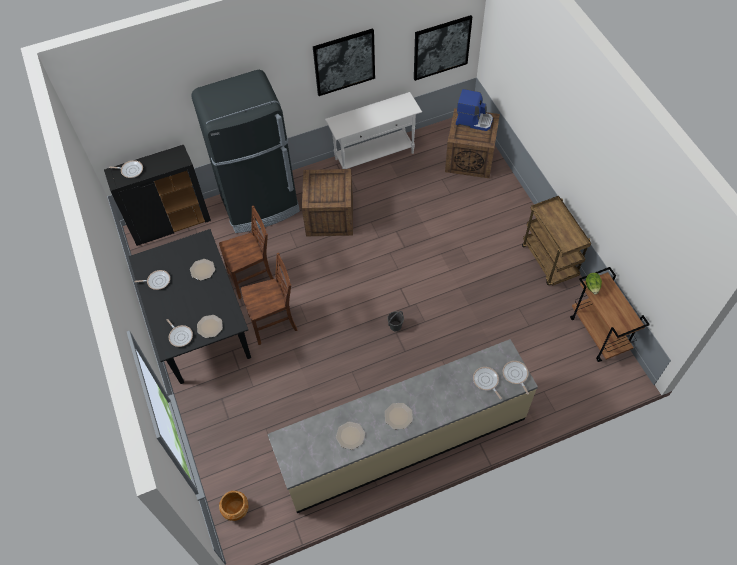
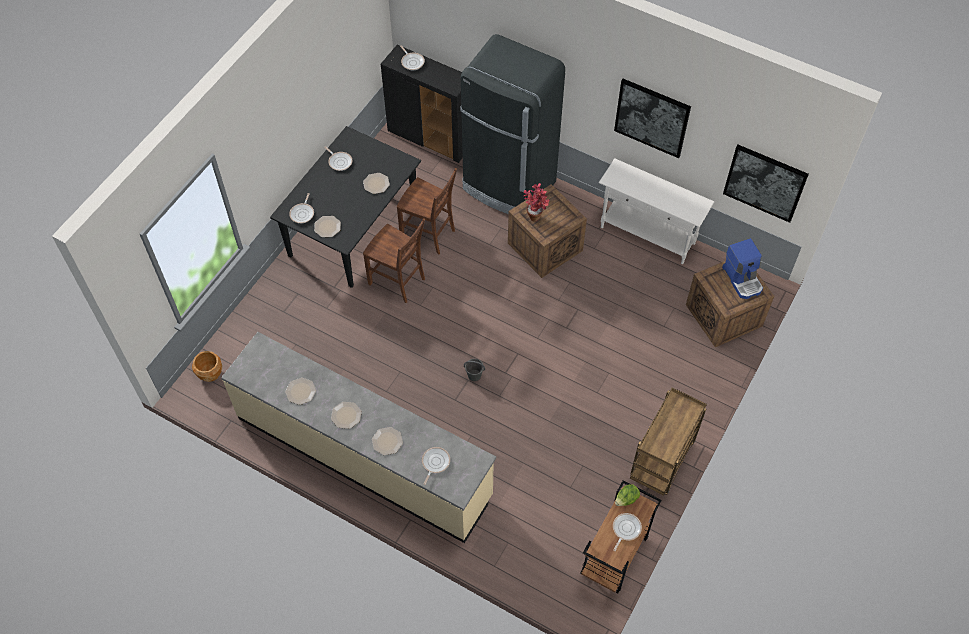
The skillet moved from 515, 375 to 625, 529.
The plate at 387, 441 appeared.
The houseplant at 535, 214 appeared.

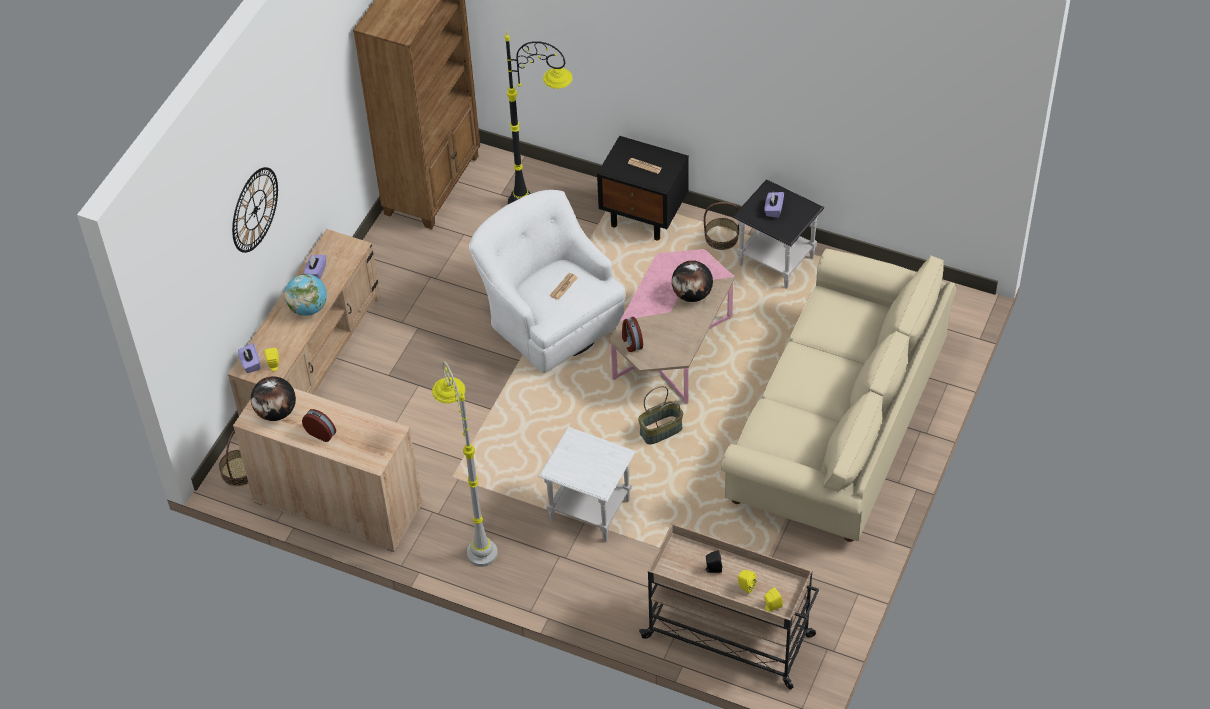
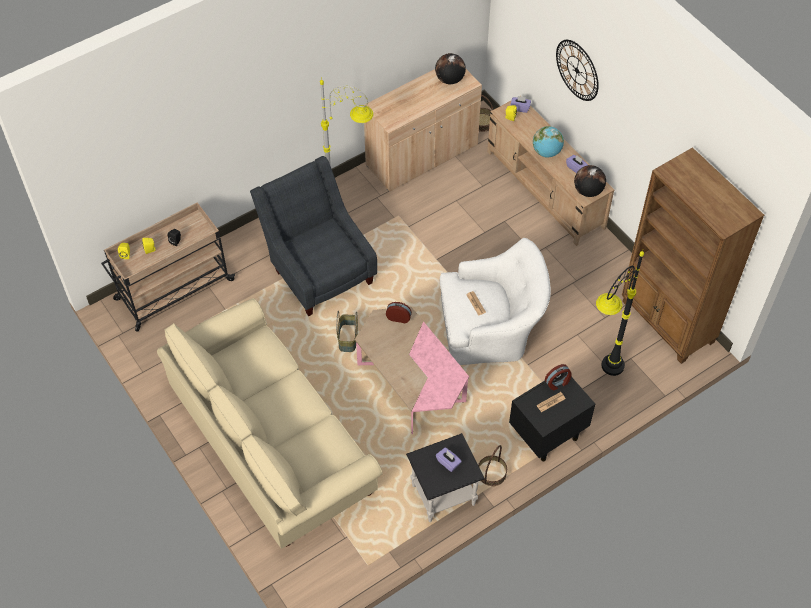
The bedside clock moved from 321, 433 to 557, 383.
The white side table at 589, 510 was replaced by the gray armchair at 318, 269.
The world globe moved from 692, 295 to 588, 191.

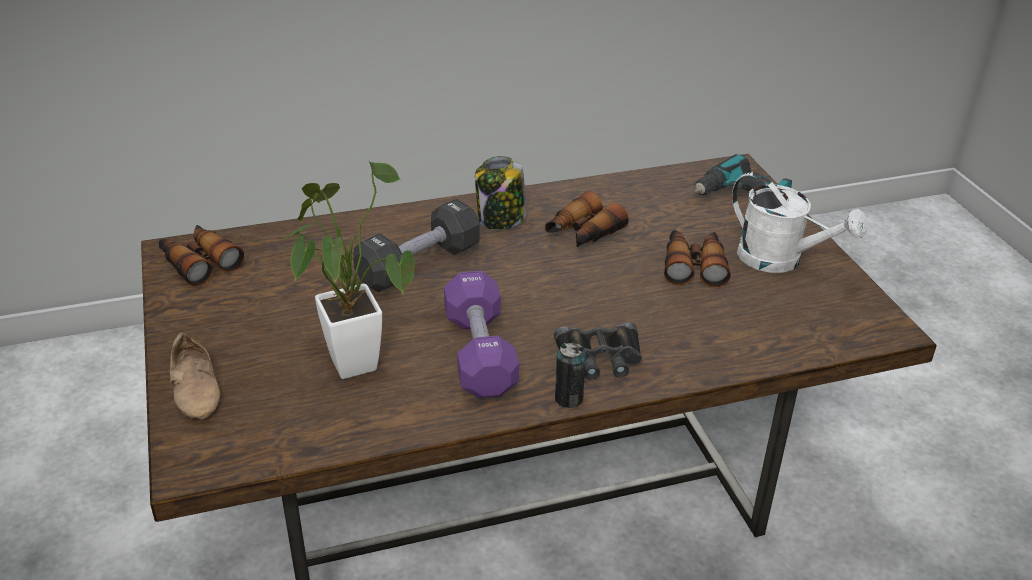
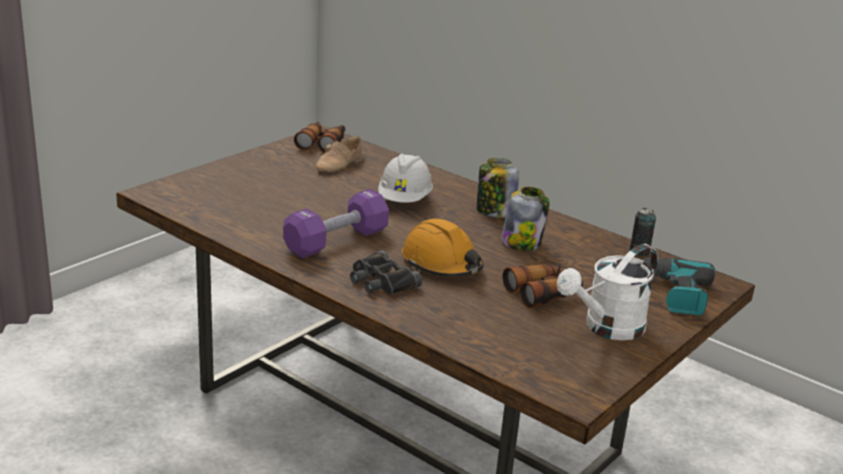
The beige shoe moved from 198, 387 to 341, 164.
The houseplant at 351, 357 disappeared.
The blackish hand weight at 419, 264 was replaced by the white work helmet at 404, 200.
The binoculars at 582, 233 was replaced by the storage jar at 521, 243.
The can moved from 568, 399 to 639, 252.
The white watering pot at 780, 260 turned 45 degrees clockwise.
The orange-coloured work helmet at 442, 264 appeared.

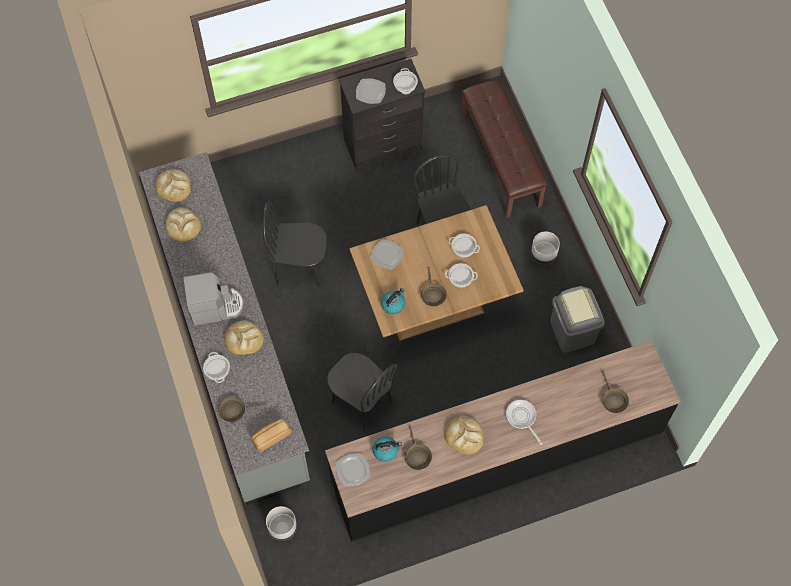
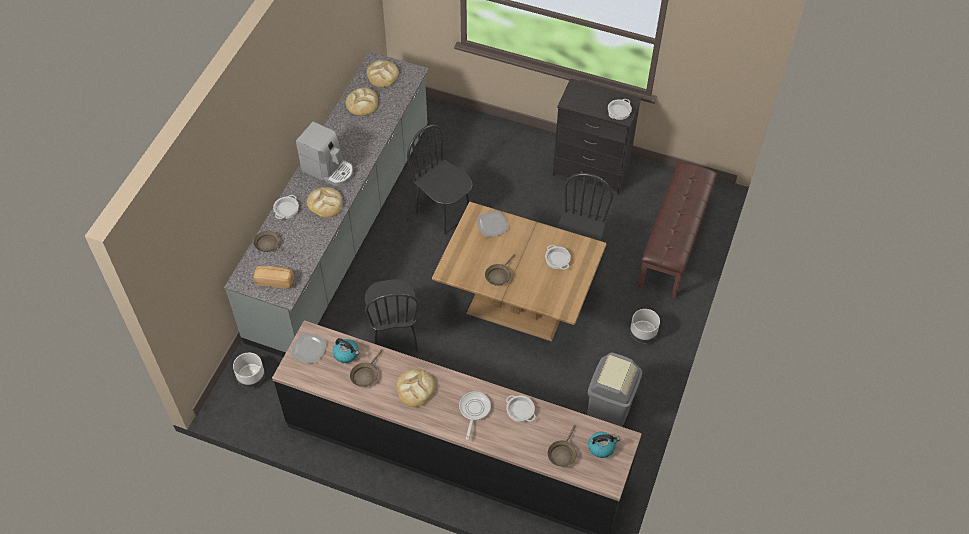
The plate at 370, 92 disappeared.
The kettle moved from 393, 304 to 601, 447.
The stockpot moved from 460, 277 to 520, 410.

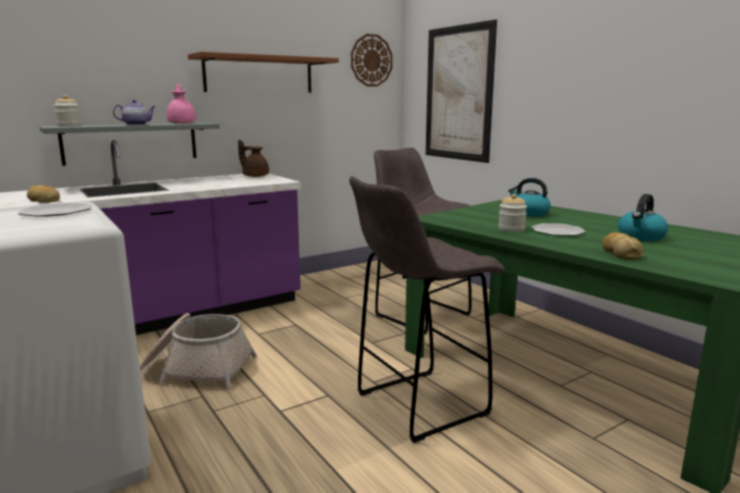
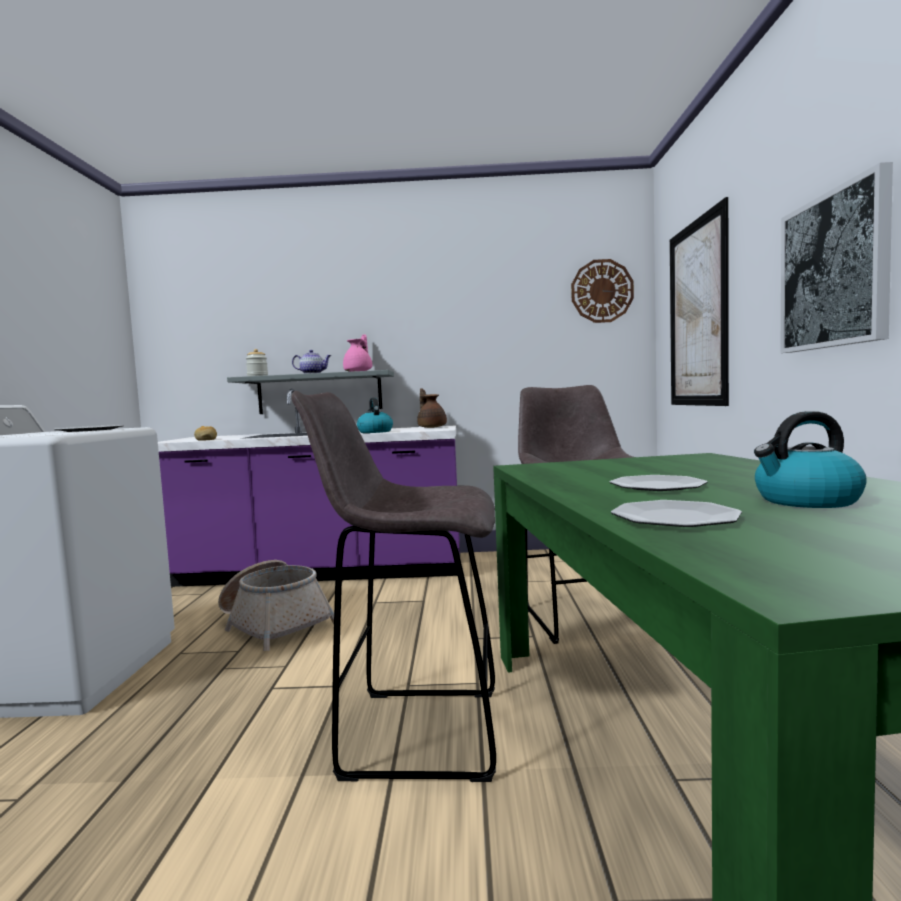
The brown bracket shelf at 259, 75 disappeared.
The storage jar at 511, 229 disappeared.
The kettle moved from 529, 213 to 374, 432.
The bread at 621, 253 was replaced by the plate at 674, 518.
The wall art at 834, 271 appeared.

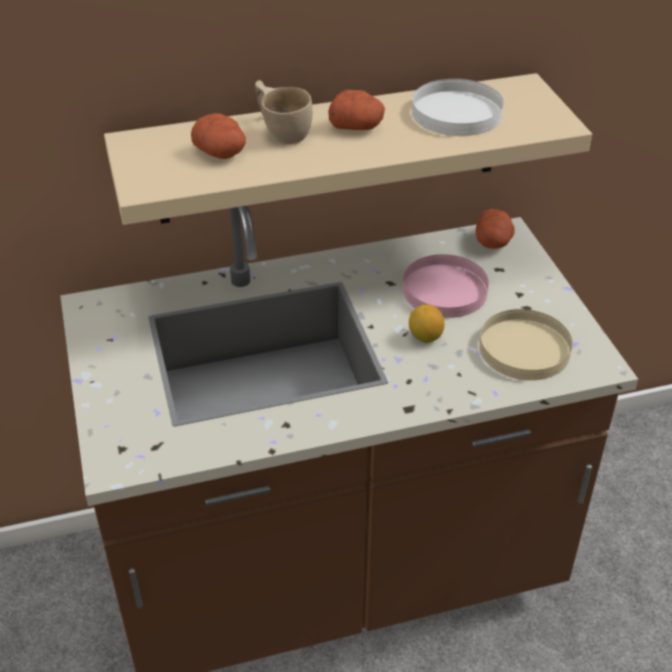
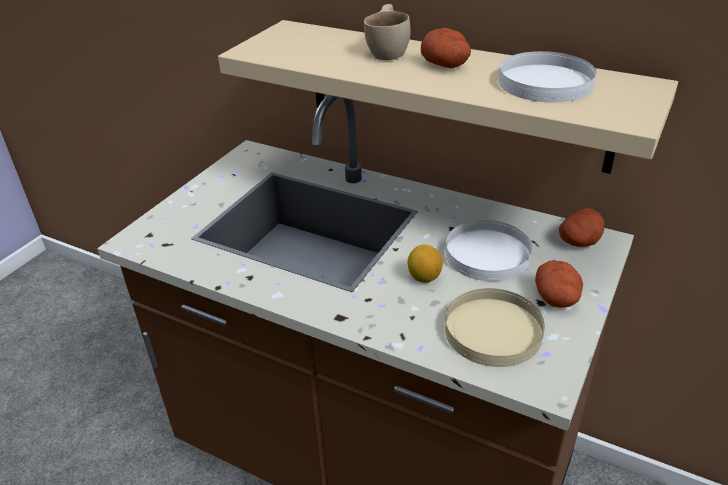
The potato moved from 221, 153 to 557, 298.
The pink-coloured plate at 445, 290 became the white plate at 488, 254.

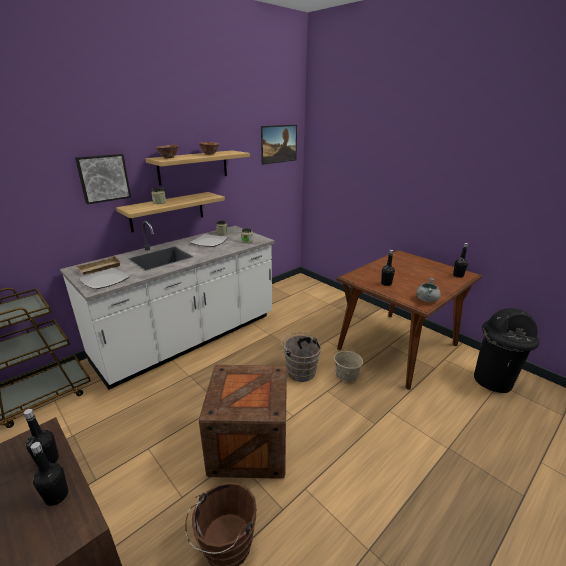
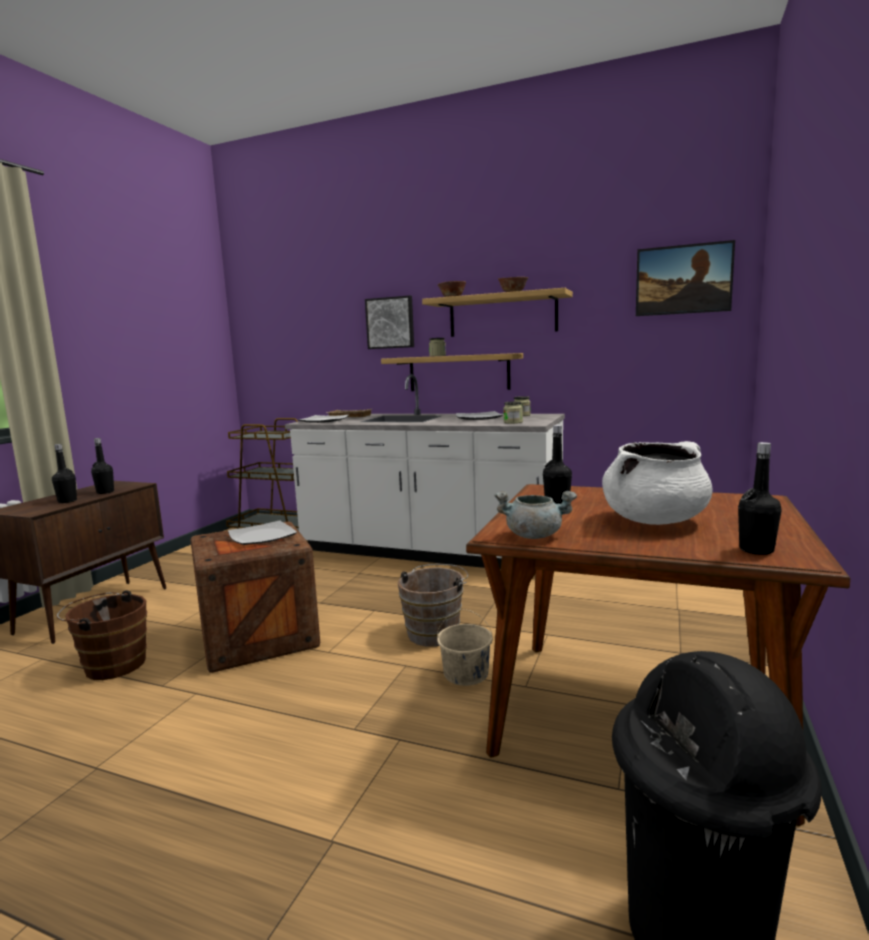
The plate at 263, 536 appeared.
The white stockpot at 654, 520 appeared.

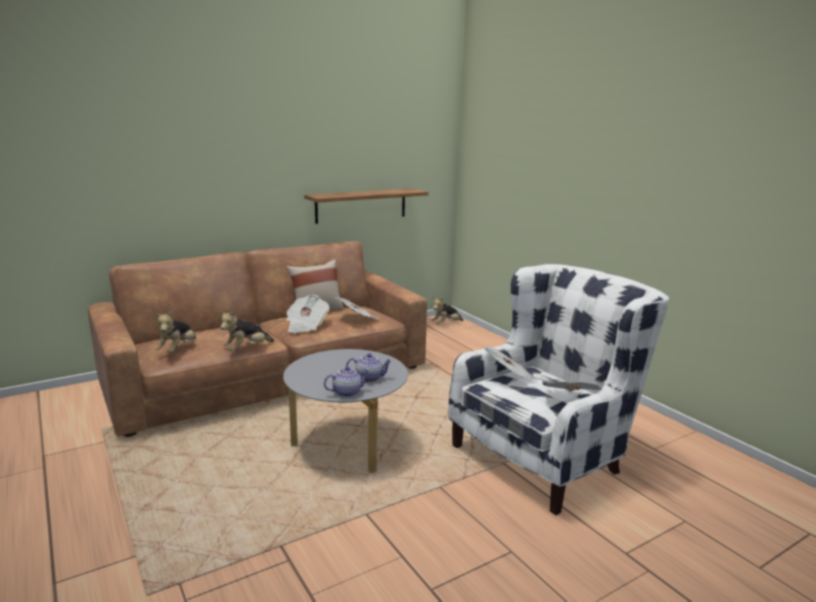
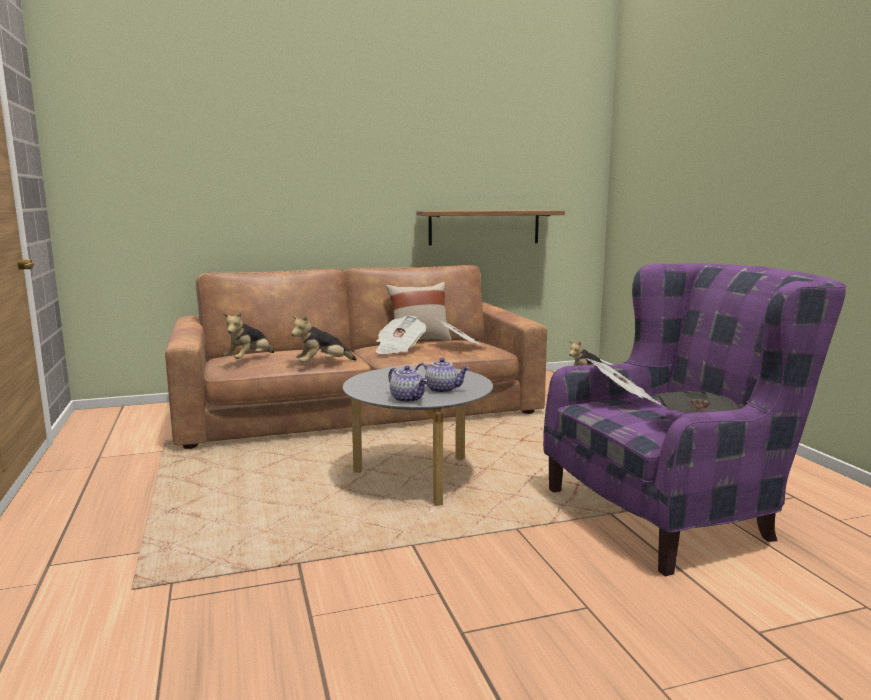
The tea pot at 347, 392 turned 60 degrees clockwise.
The white armchair at 547, 455 became the purple-coloured armchair at 675, 512.

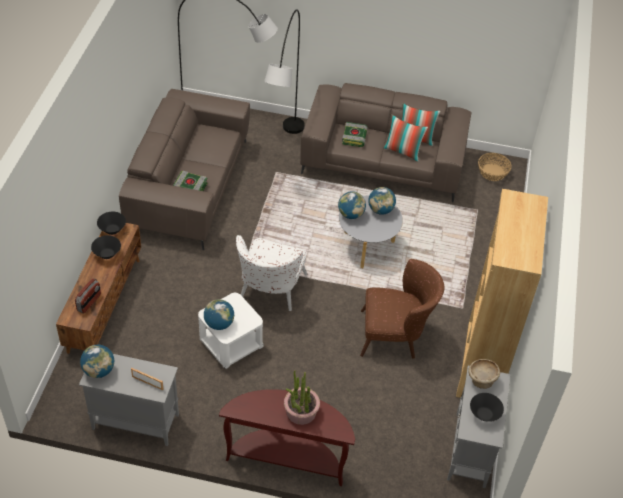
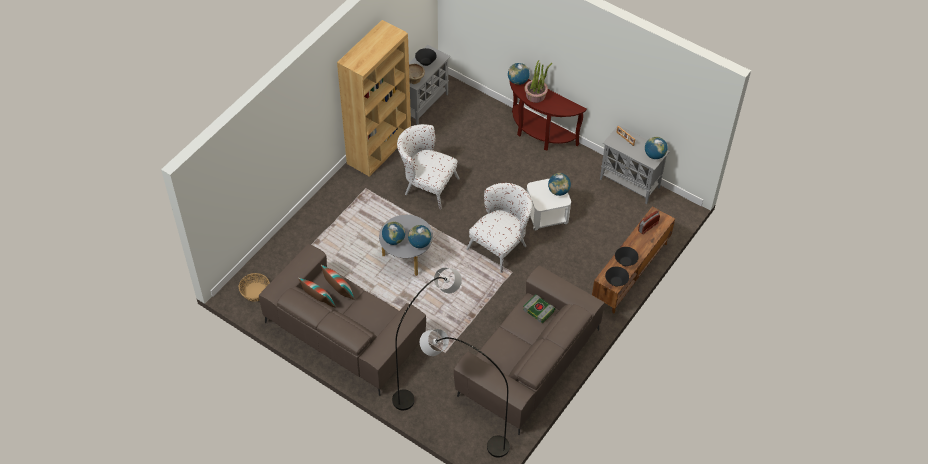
The bound book at 354, 138 disappeared.
The brown armchair at 395, 335 became the white armchair at 426, 184.
The world globe at 518, 81 appeared.

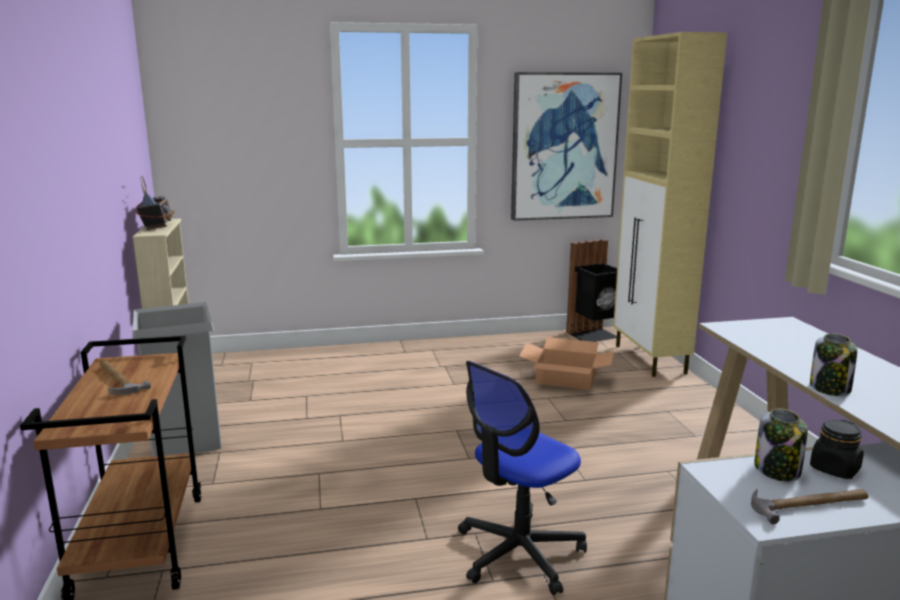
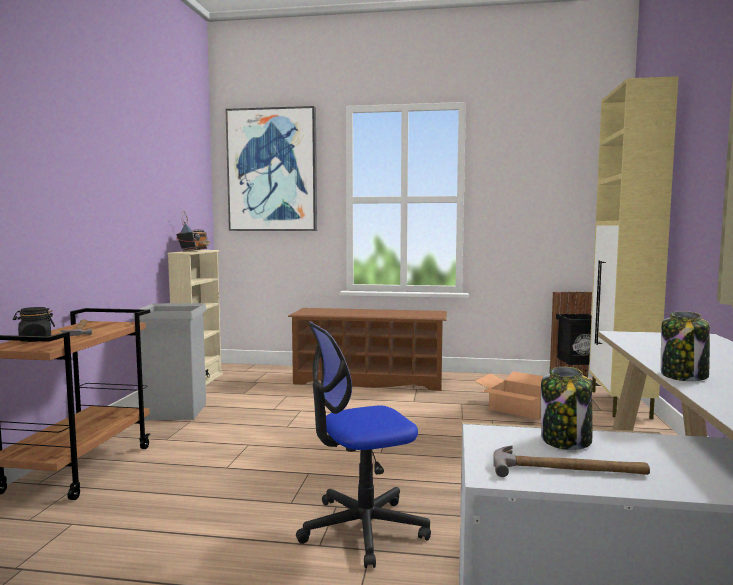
The wall art moved from 564, 147 to 272, 170.
The blackish storage jar moved from 834, 469 to 35, 340.
The brown shoe rack at 369, 380 appeared.

